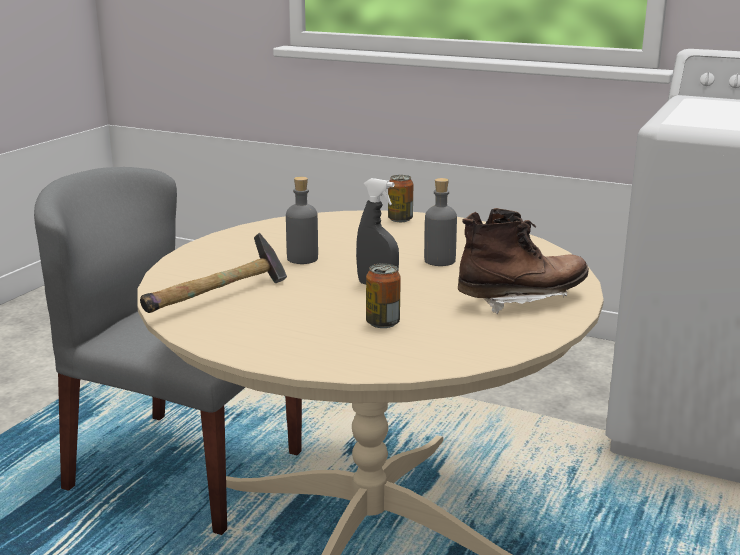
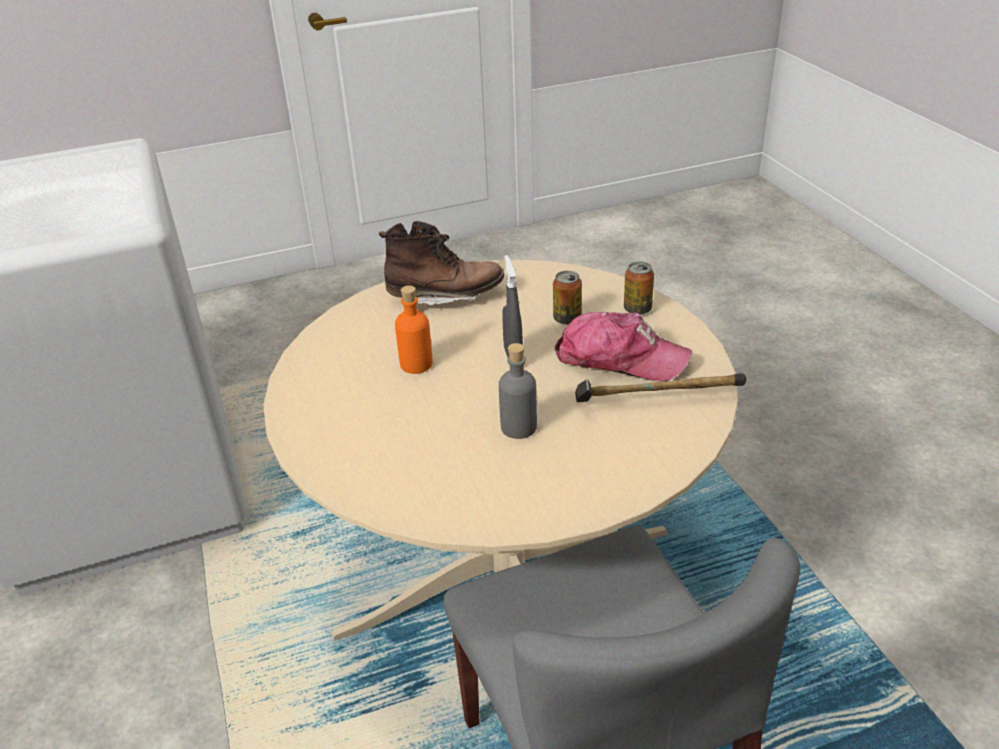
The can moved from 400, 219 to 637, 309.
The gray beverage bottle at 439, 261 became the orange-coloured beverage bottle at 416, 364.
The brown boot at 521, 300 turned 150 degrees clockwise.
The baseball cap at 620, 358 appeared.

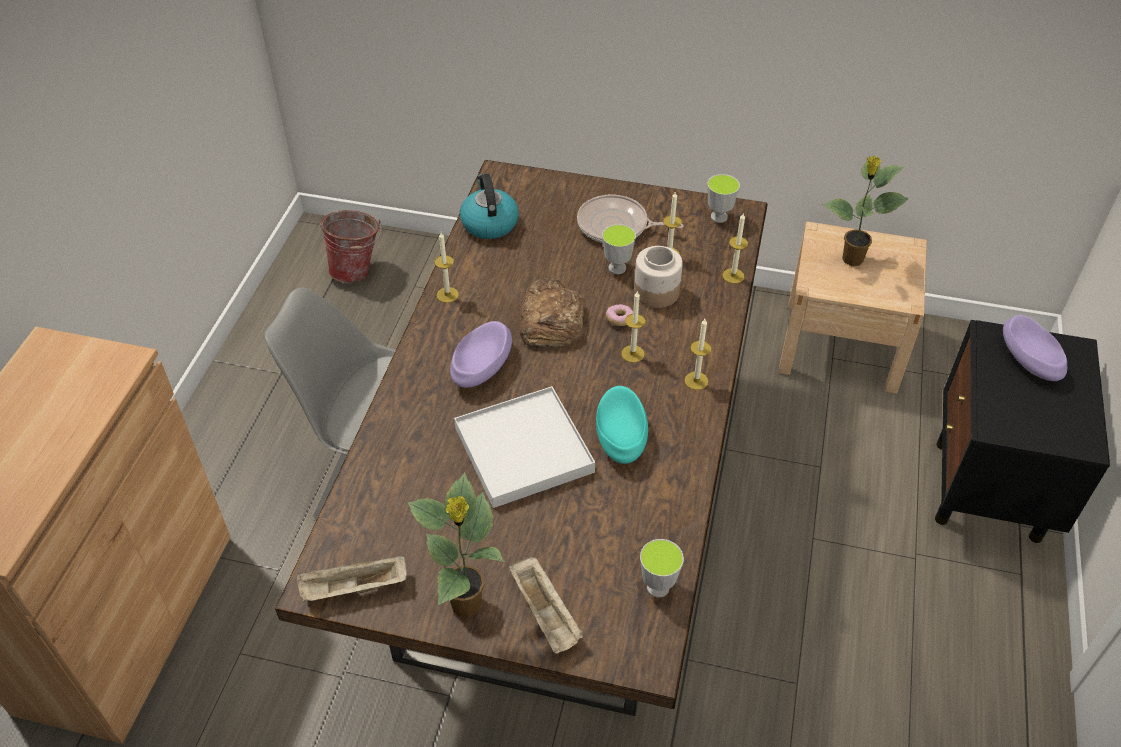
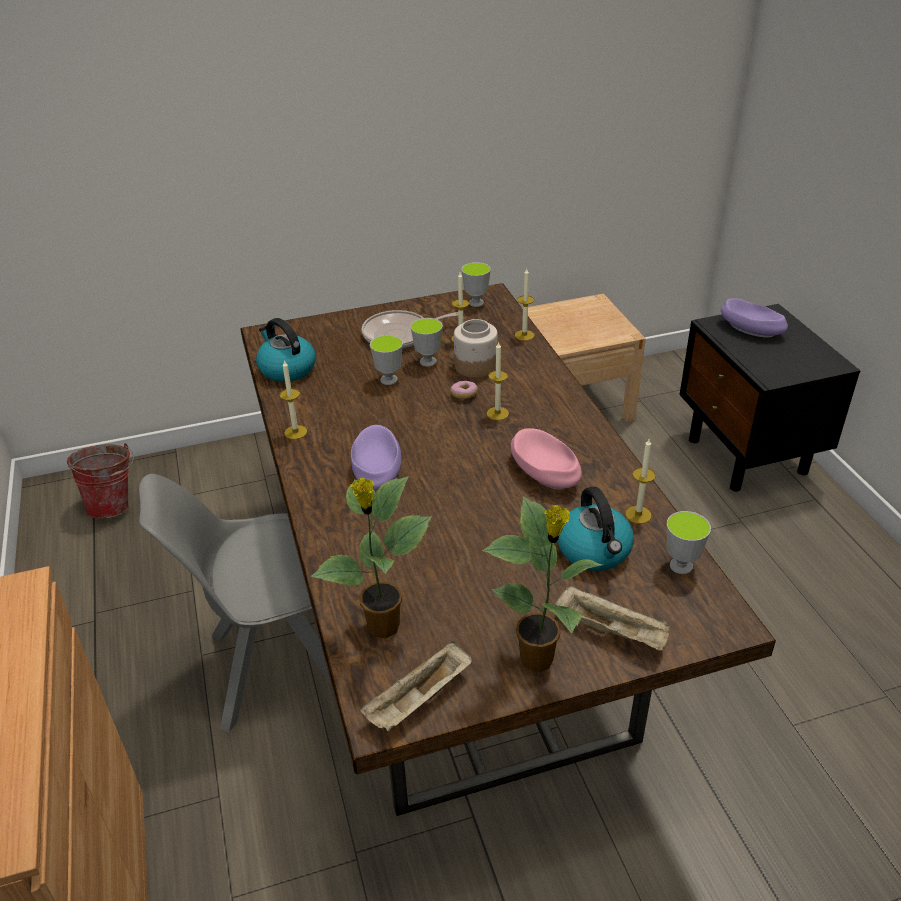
The white tray at 523, 450 disappeared.
The bread at 551, 321 disappeared.
The blue-green bowl at 621, 436 became the pink-coloured bowl at 545, 473.
The wax light moved from 696, 381 to 638, 515.
The houseplant moved from 851, 260 to 382, 628.
The cup at 389, 380 appeared.
The kettle at 595, 550 appeared.

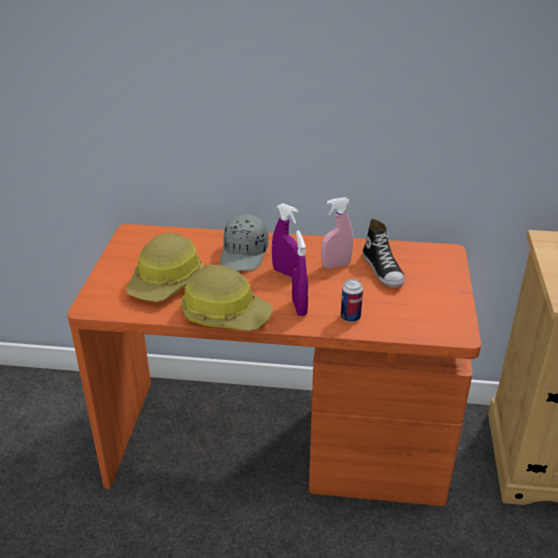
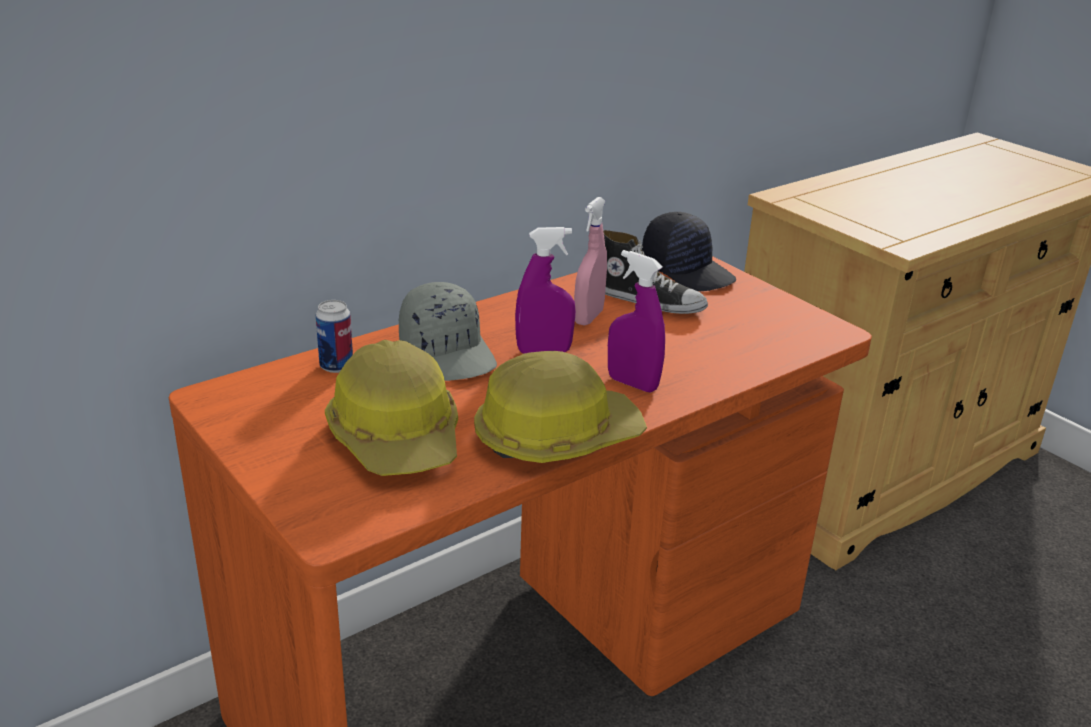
The can moved from 350, 317 to 336, 366.
The blackish baseball cap at 687, 271 appeared.

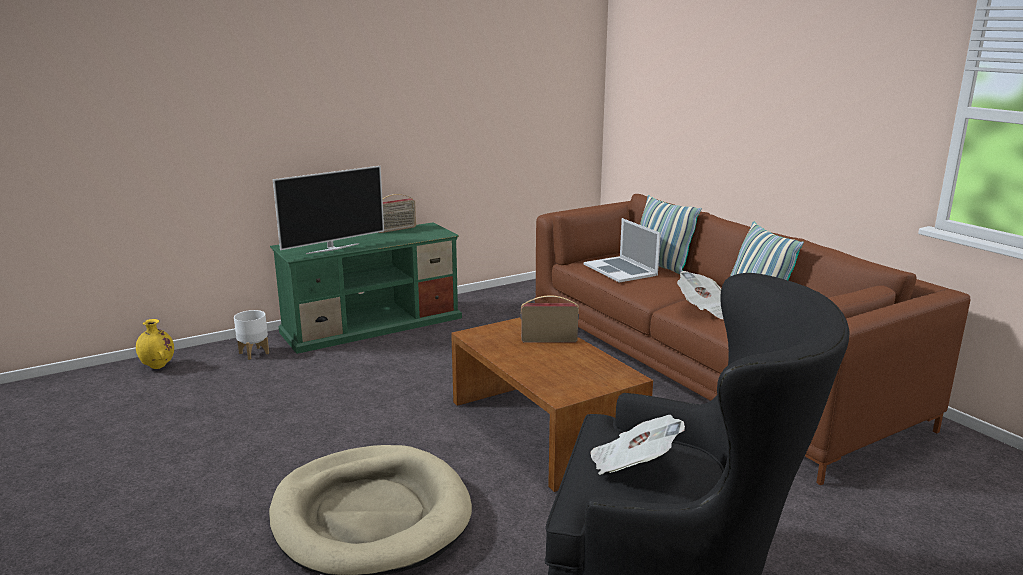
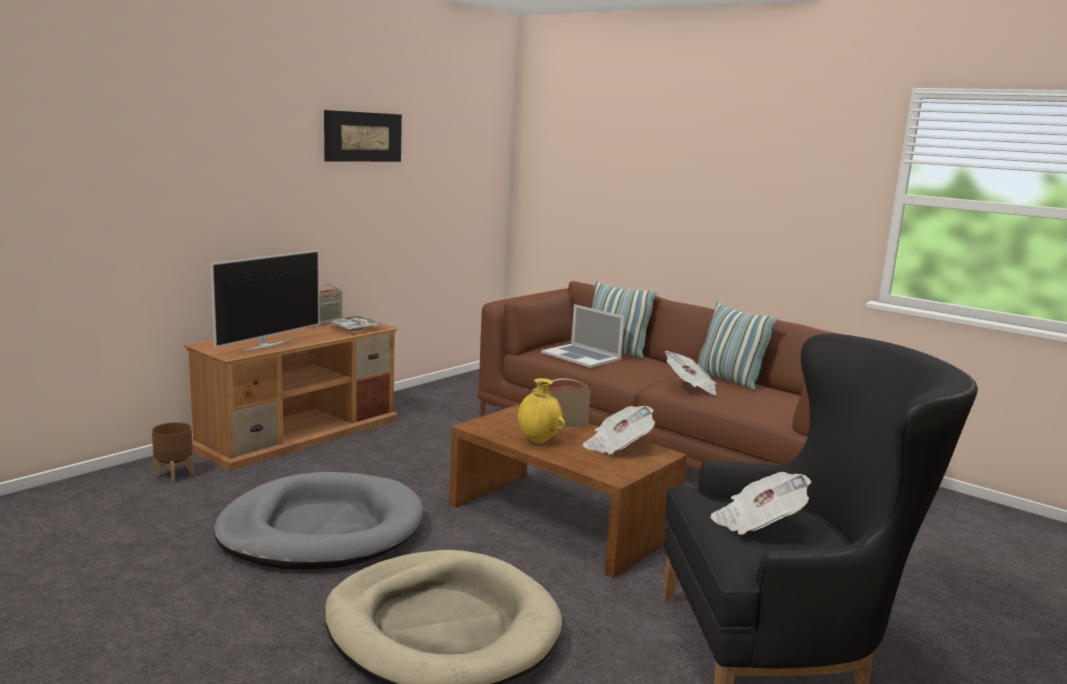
The yellow-coloured vase moved from 158, 366 to 539, 441.
The white plant pot at 253, 353 became the brown plant pot at 173, 475.
The greenish media console at 373, 324 became the brown media console at 301, 433.
The gray dog bed at 321, 529 appeared.
The wall art at 363, 137 appeared.
The tray at 354, 328 appeared.
The newspaper at 617, 447 appeared.

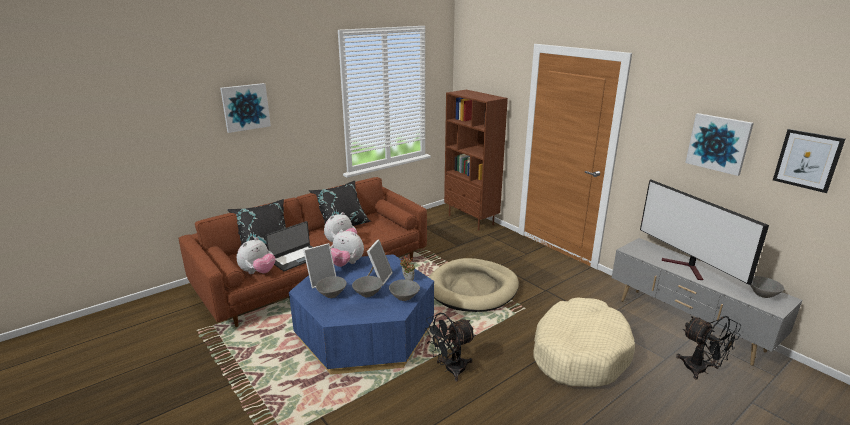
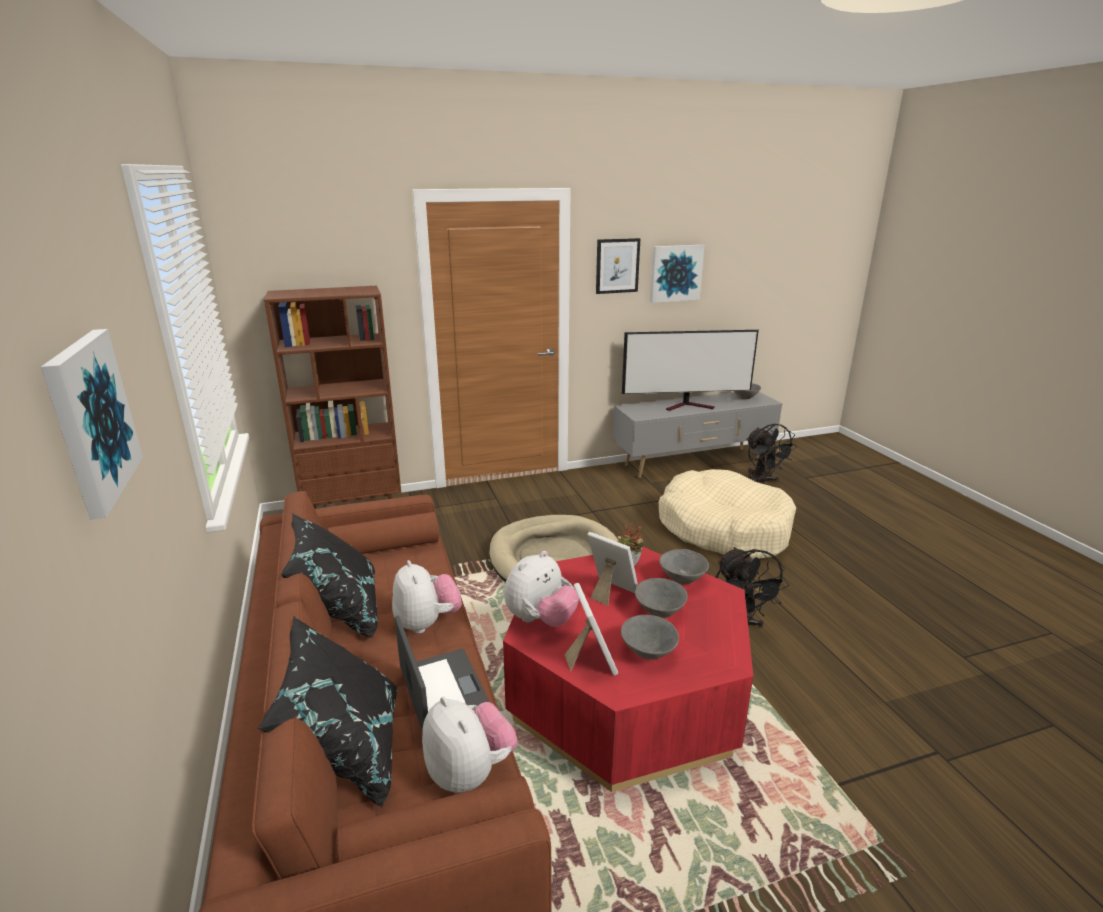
The blue-coloured low table at 365, 333 became the red low table at 625, 693.
The blackish cooling fan at 701, 370 turned 90 degrees clockwise.
The wall art moved from 807, 160 to 617, 266.

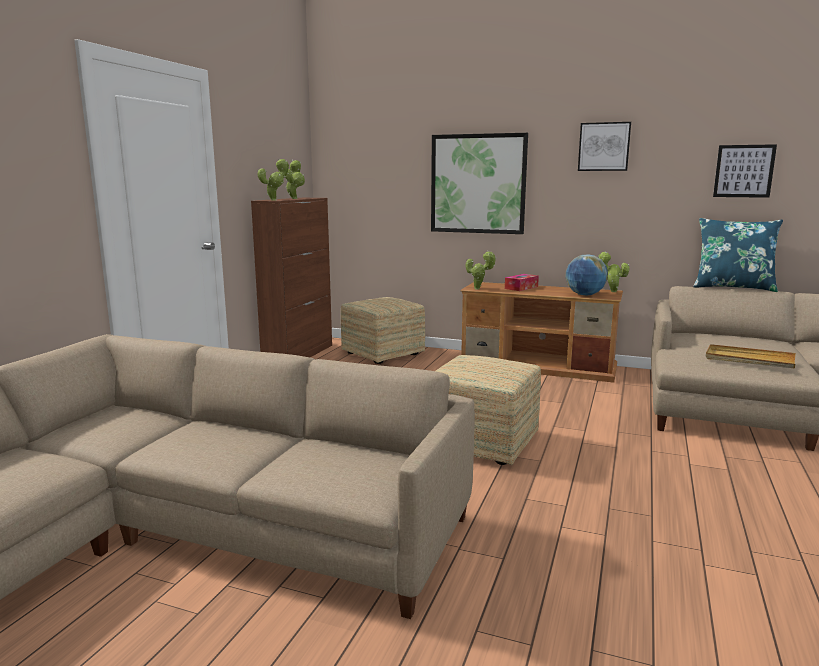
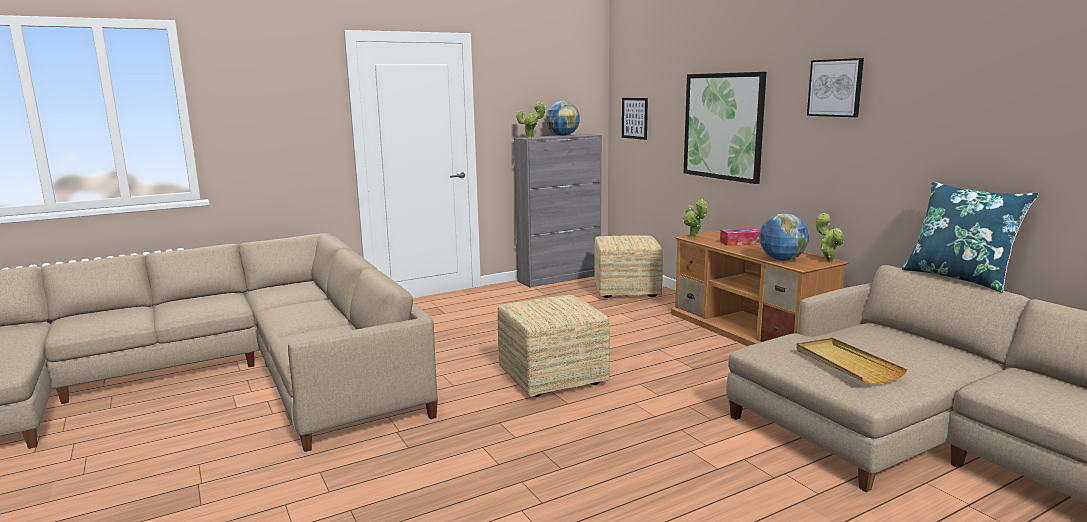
The brown cabinet at 299, 355 became the gray cabinet at 560, 278.
The houseplant at 295, 198 was replaced by the world globe at 562, 136.
The wall art moved from 744, 171 to 634, 118.

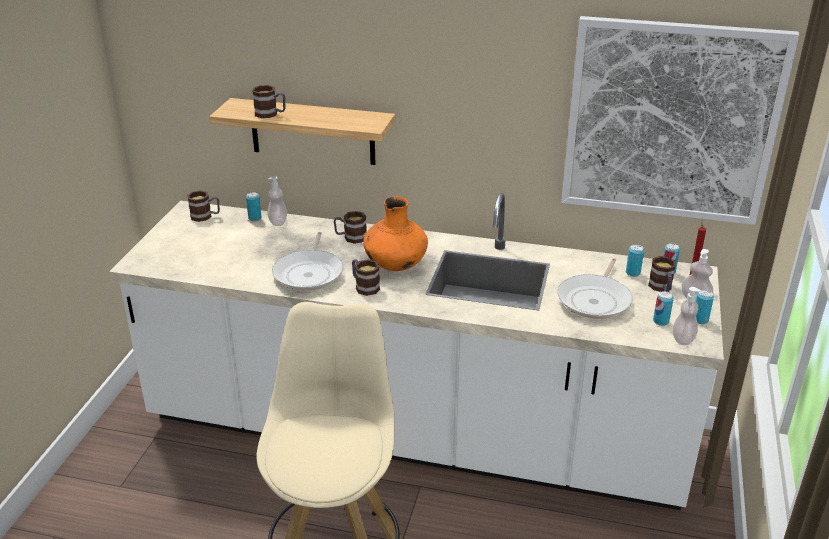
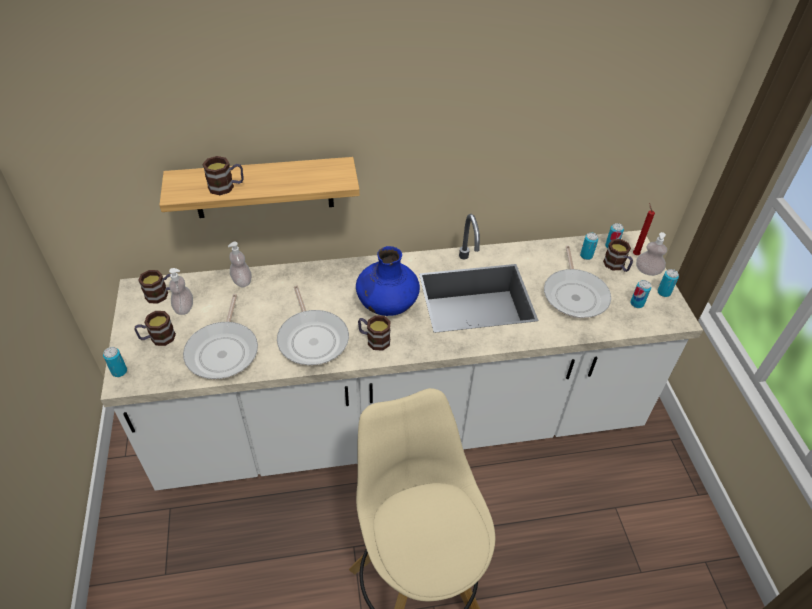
The can moved from 255, 218 to 119, 371.
The mug moved from 350, 237 to 157, 338.
The orange-coloured vase at 395, 265 became the blue-coloured vase at 387, 305.
The wall art at 670, 121 disappeared.
The soap dispenser moved from 683, 339 to 184, 308.
The skillet at 224, 351 appeared.

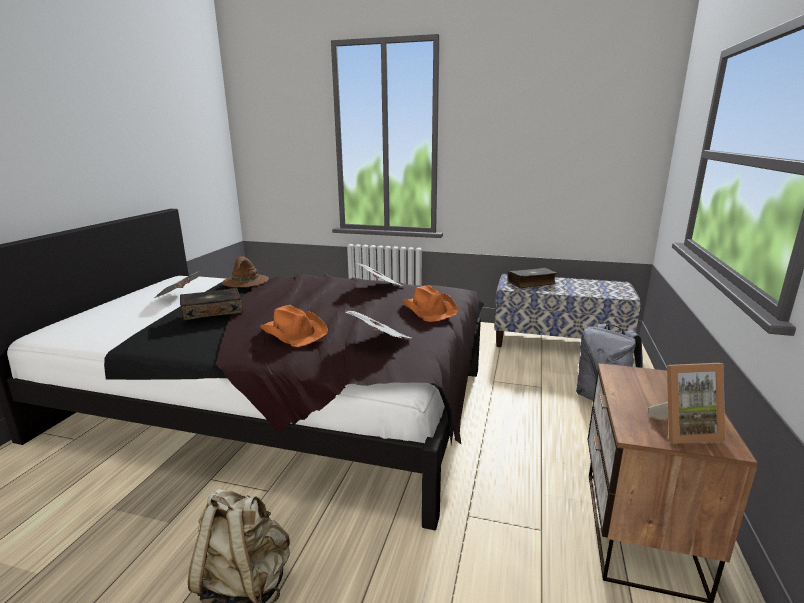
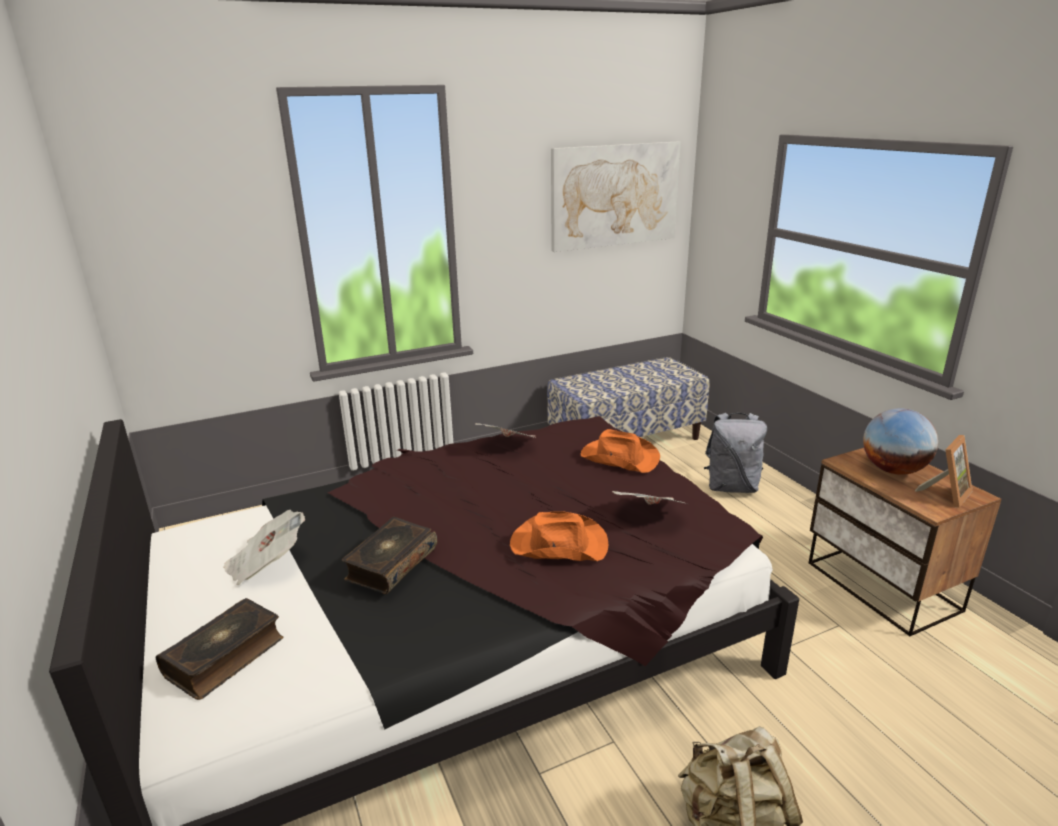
The brown hat at 246, 281 disappeared.
The bound book moved from 532, 283 to 225, 657.
The wall art at 615, 195 appeared.
The world globe at 893, 470 appeared.

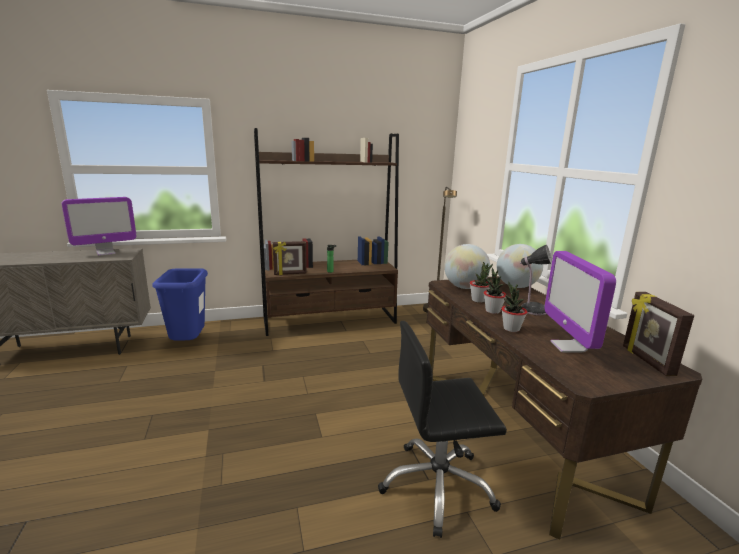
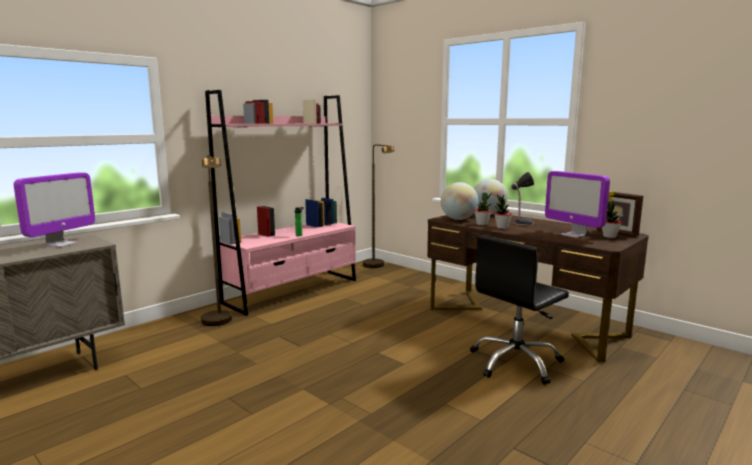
The blue-coloured waste bin at 188, 344 disappeared.
The brown bookcase at 330, 321 became the pink-coloured bookcase at 293, 291.
The picture frame at 290, 274 disappeared.
The houseplant moved from 511, 329 to 609, 236.
The brown floor lamp at 218, 323 appeared.

